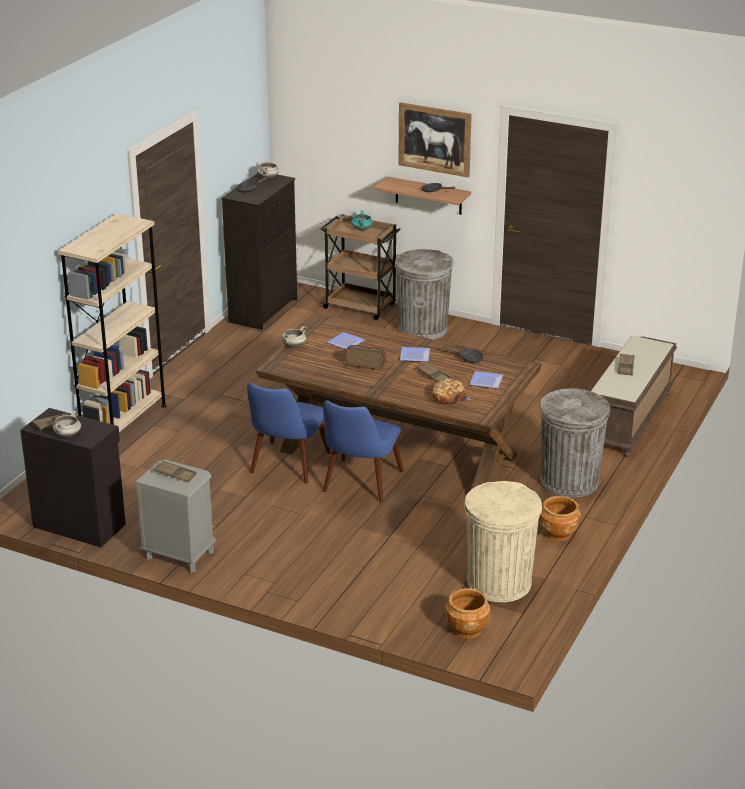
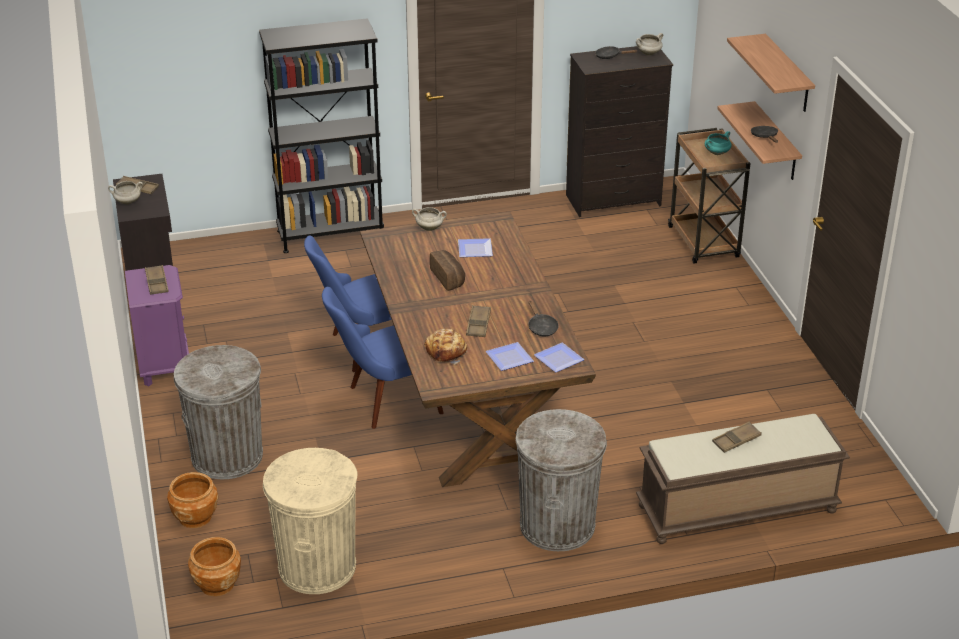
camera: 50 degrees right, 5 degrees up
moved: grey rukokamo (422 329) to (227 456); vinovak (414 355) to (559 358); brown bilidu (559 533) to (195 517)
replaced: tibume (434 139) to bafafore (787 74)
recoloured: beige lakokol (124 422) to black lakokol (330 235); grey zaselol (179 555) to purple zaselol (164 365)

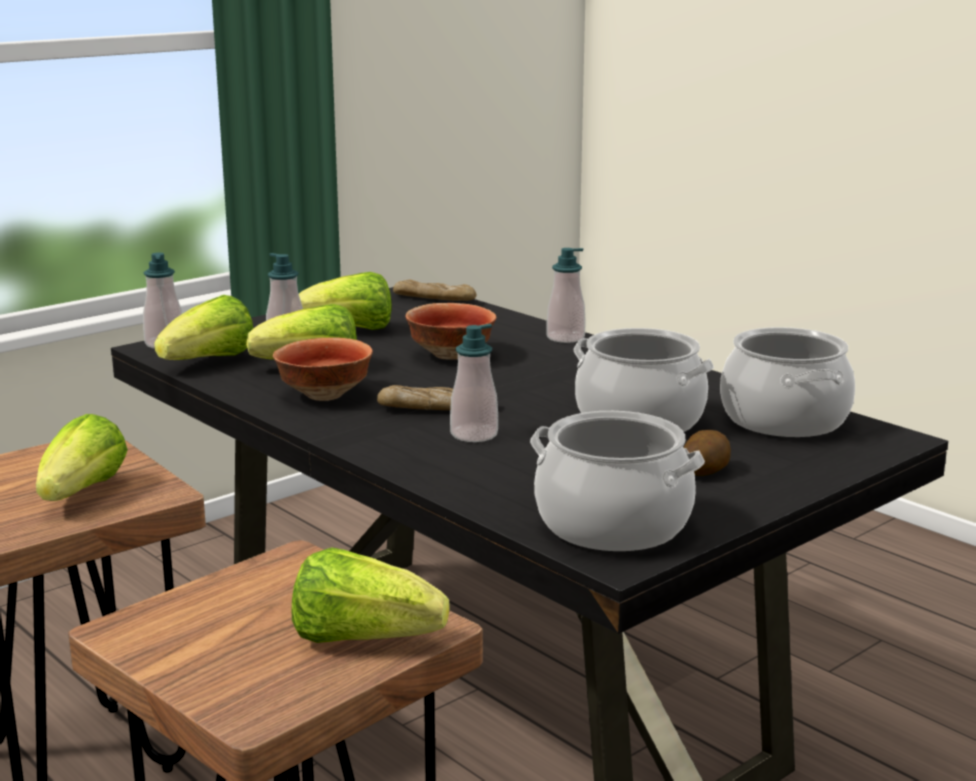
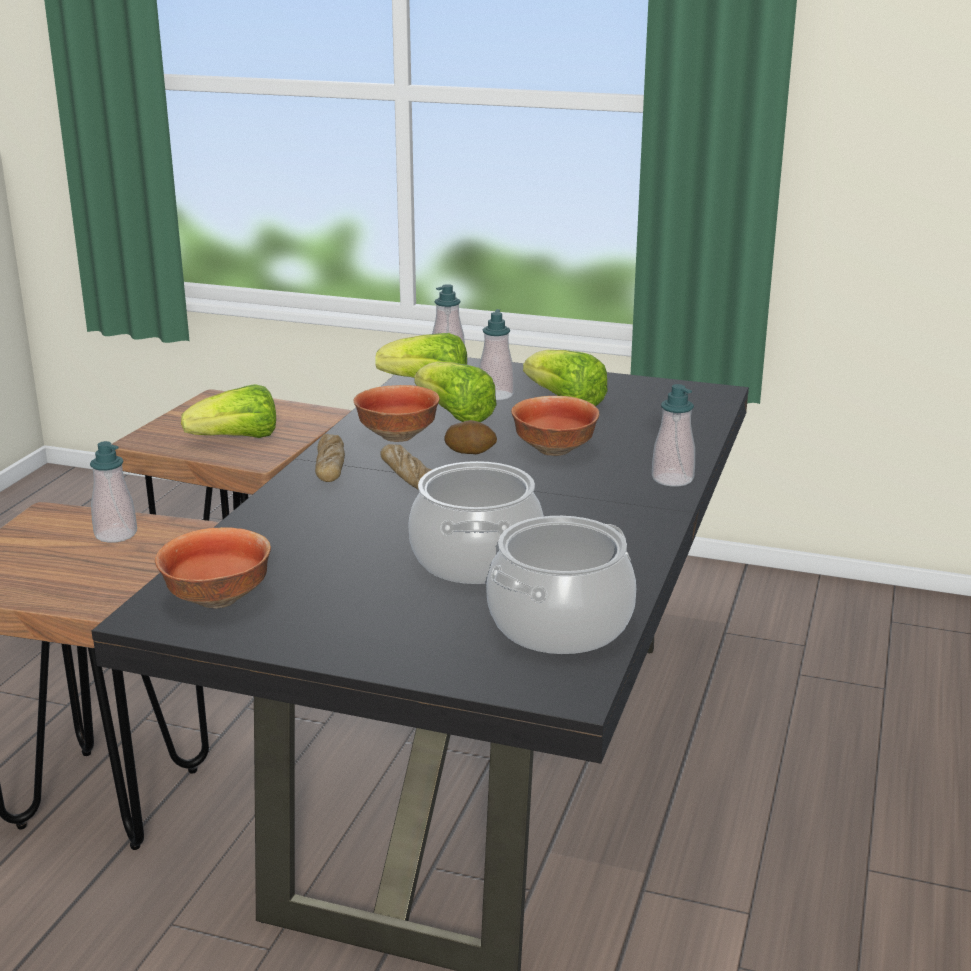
camera: 60 degrees right, 5 degrees up
removed: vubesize (363 638)
moved: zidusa (434 299) to (330 466); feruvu (474 435) to (116 534); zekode (704 470) to (470 451)
replaced: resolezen (614 524) to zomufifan (218 600)

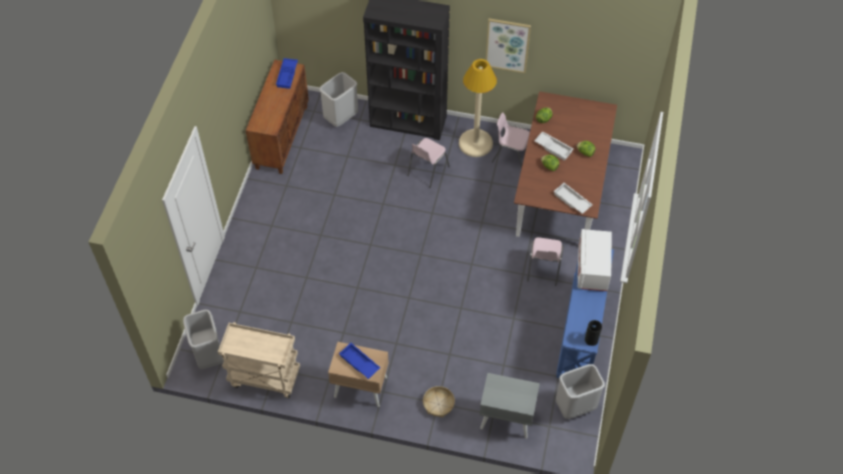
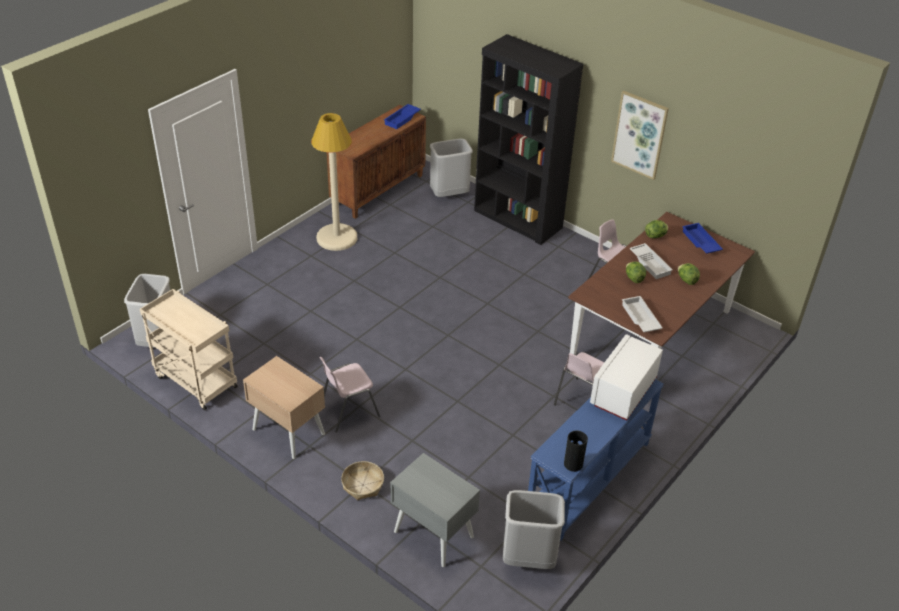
camera: 25 degrees right, 15 degrees down
moved: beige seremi (475 143) to (337 238); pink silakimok (427 171) to (348 411); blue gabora (359 363) to (700 242)

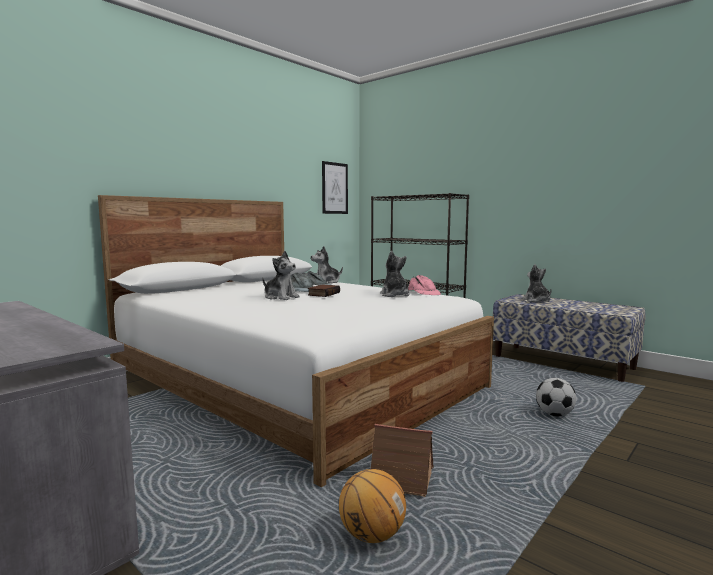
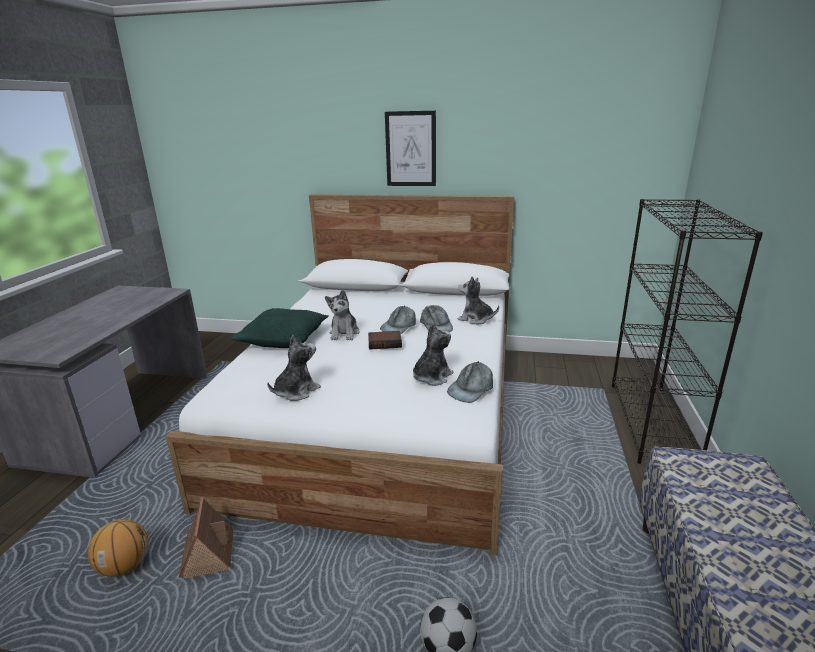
camera: 60 degrees right, 15 degrees up
added: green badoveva (284 339)
moved: tibume (334 188) to (410 149); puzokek (536 300) to (296 391)
recoloured: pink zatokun (423 292) to grey zatokun (471 388)

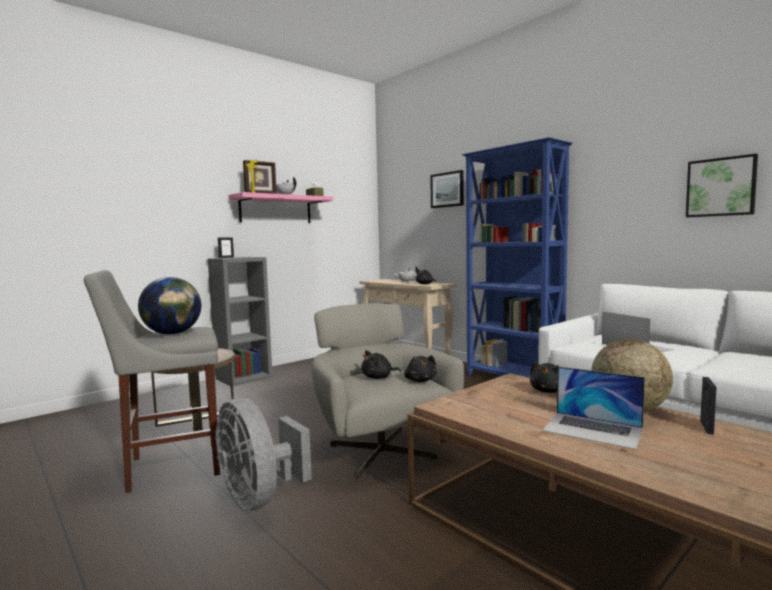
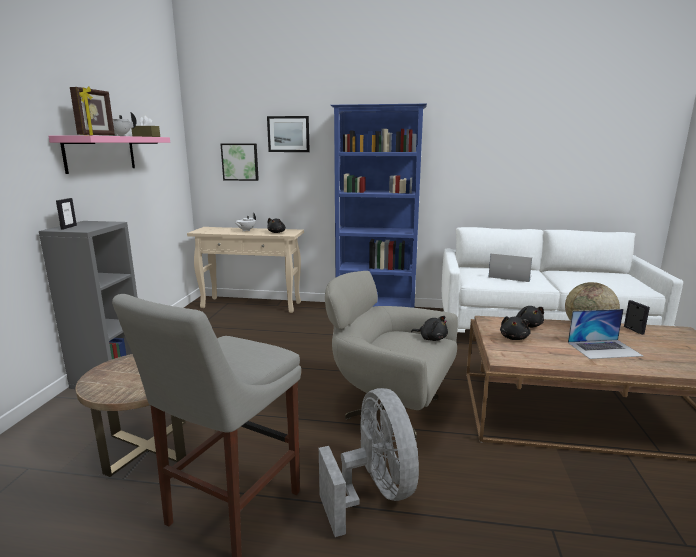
camera: 40 degrees left, 10 degrees up
removed: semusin (173 334)
moved: tibume (721 187) to (240 162); black puzokek (379 377) to (514 338)
turned: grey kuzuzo (259 497) = (374 492) 120 degrees counterclockwise

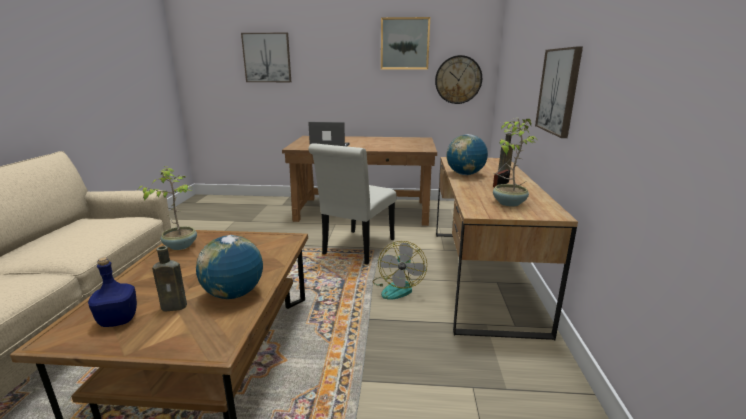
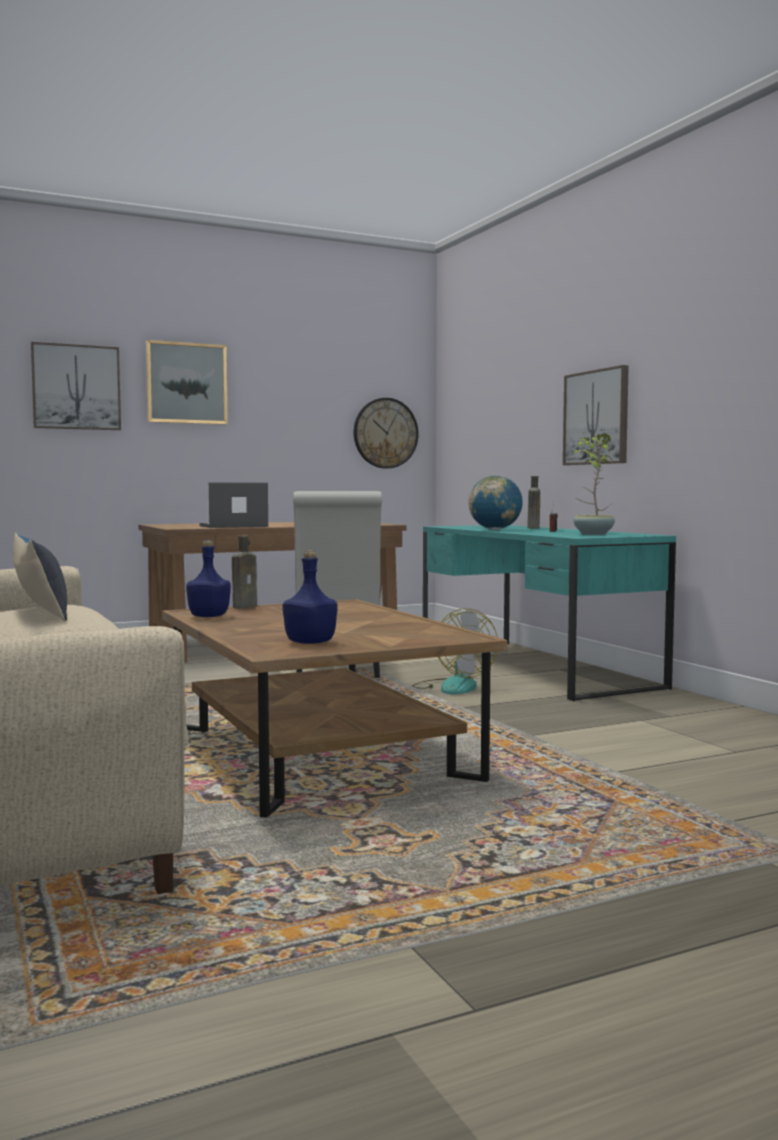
camera: 30 degrees left, 15 degrees down
removed: semusin (234 294)
added: badoveva (40 612)
moved: tibume (404 44) to (186 383); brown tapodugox (176 306) to (246 606)
replaced: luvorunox (180 245) to blue tapodugox (210 616)
recoloured: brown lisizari (481 274) to turquoise lisizari (533 667)

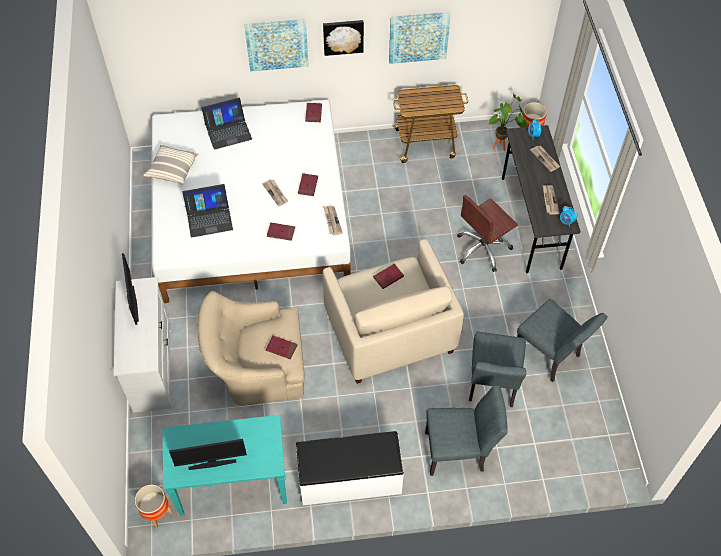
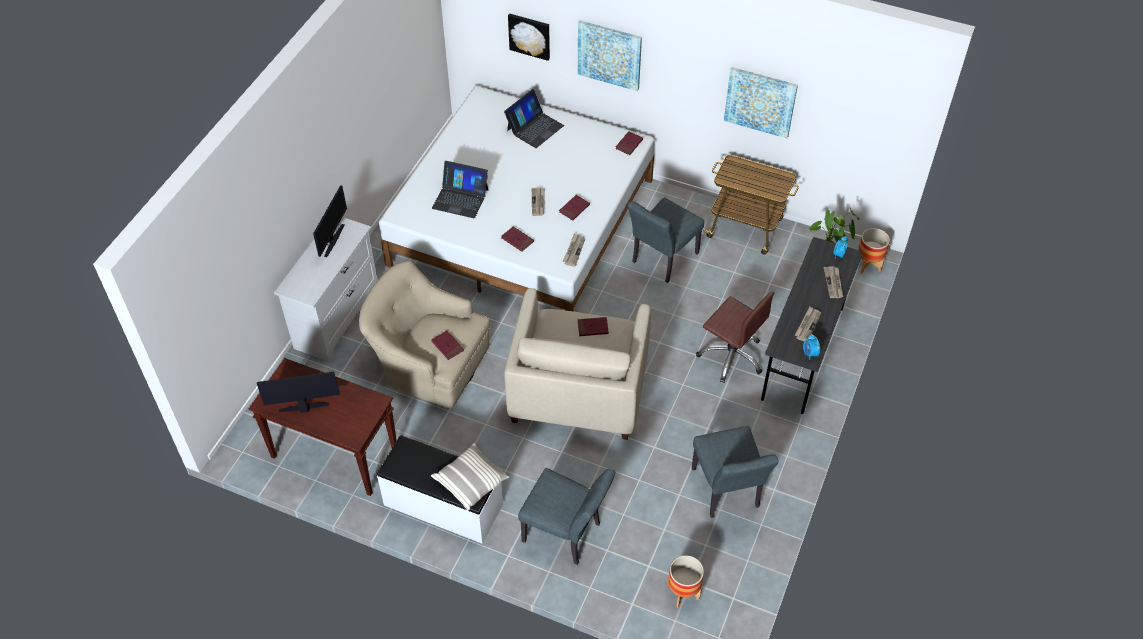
camera: 30 degrees right, 5 degrees down
moved: tibume (343 36) to (530 35); badoveva (172 169) to (471 481); grey silakimok (492 386) to (661 260); bilidu (157 514) to (683 593)
recoloured: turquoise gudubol (231 485) to brown gudubol (333 454)
turned: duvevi (228 131) = (534 128) 60 degrees counterclockwise; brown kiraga (483 249) = (731 356) 135 degrees counterclockwise; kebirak (212 463) = (304 408) 150 degrees clockwise

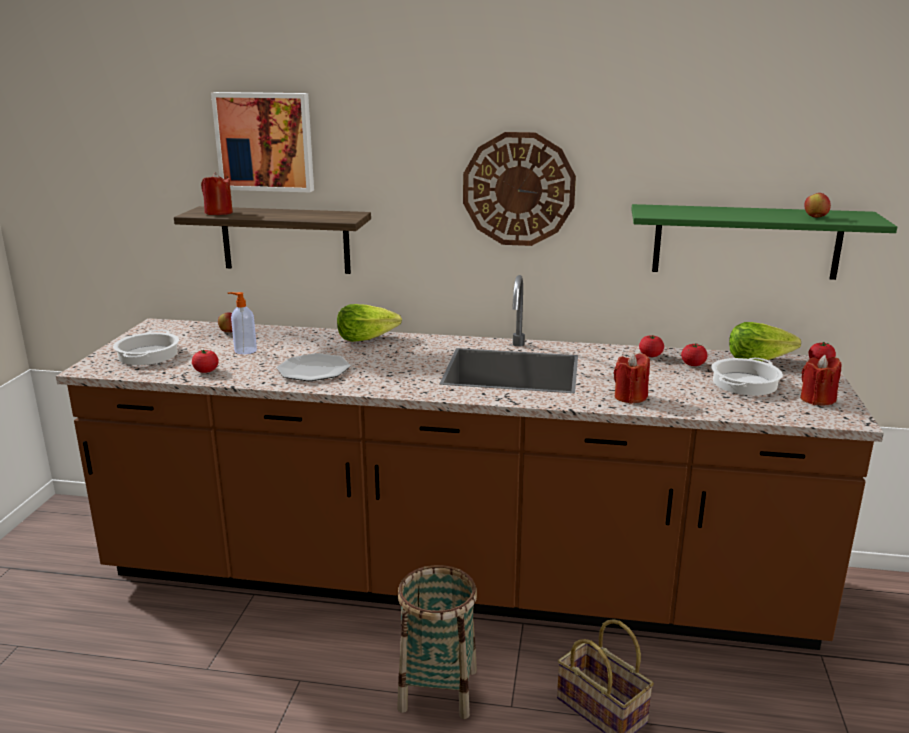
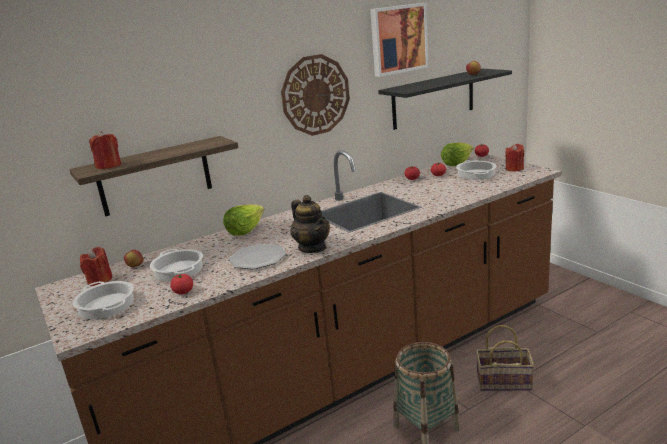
camera: 40 degrees left, 0 degrees up
added: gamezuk (312 248)
moved: tibume (265 141) to (398 39); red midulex (630 397) to (99 280)
replaced: feruvu (244 350) to resolezen (179 270)
recoloured: green bafafore (746 241) to black bafafore (433 99)

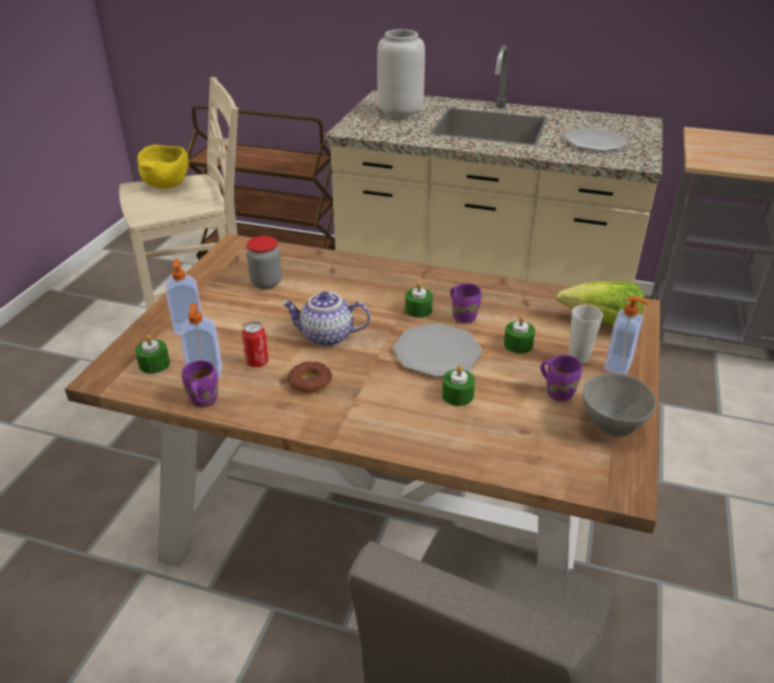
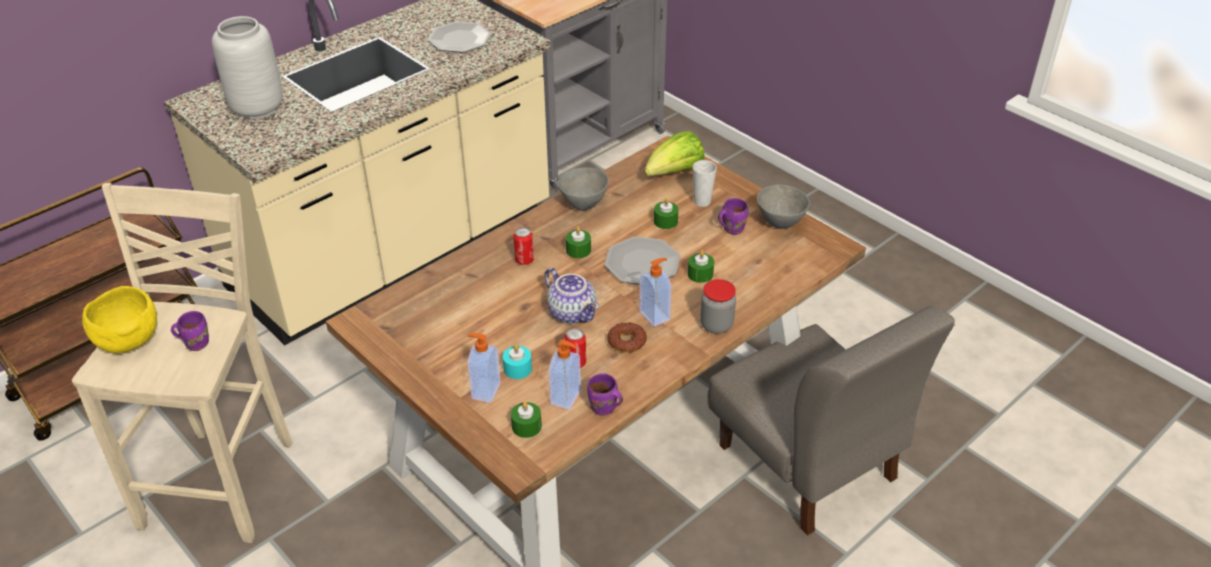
camera: 60 degrees left, 5 degrees up
added: grey zomufifan (583 204); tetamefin (524 260); turquoise midulex (517 368)
moved: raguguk (266 283) to (716 325); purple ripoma (464 316) to (196 343); feruvu (619 365) to (655 315)
turned: gamezuk (326 337) = (573 313) 75 degrees counterclockwise

